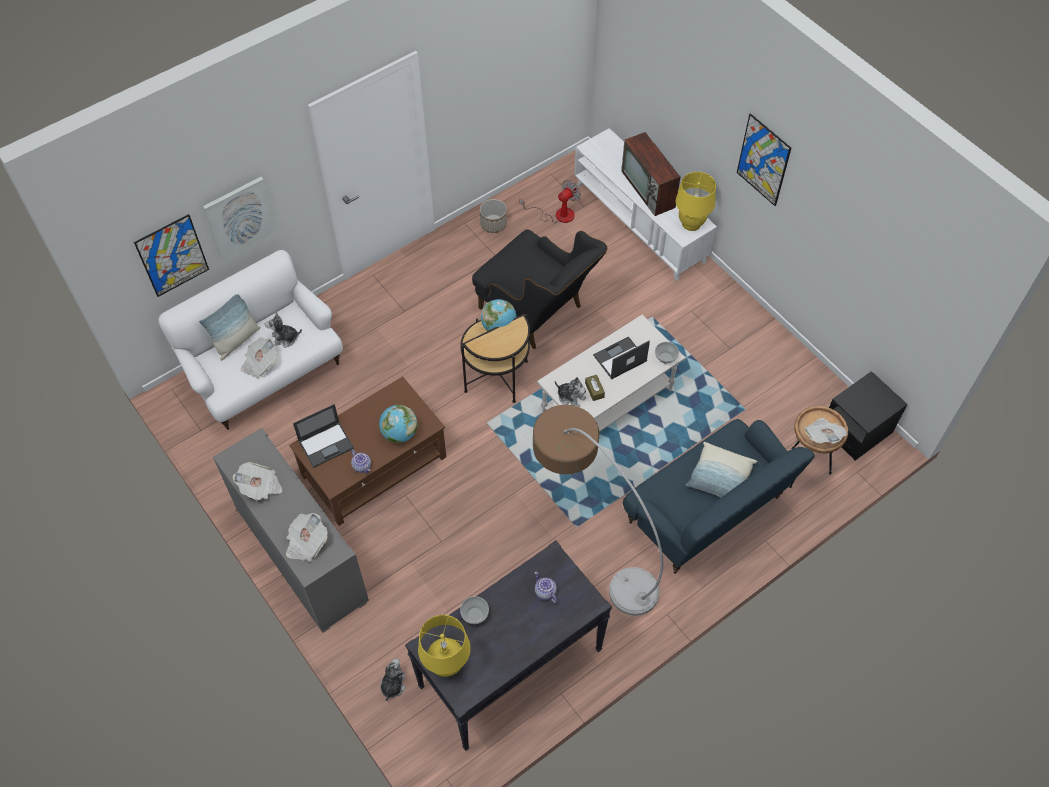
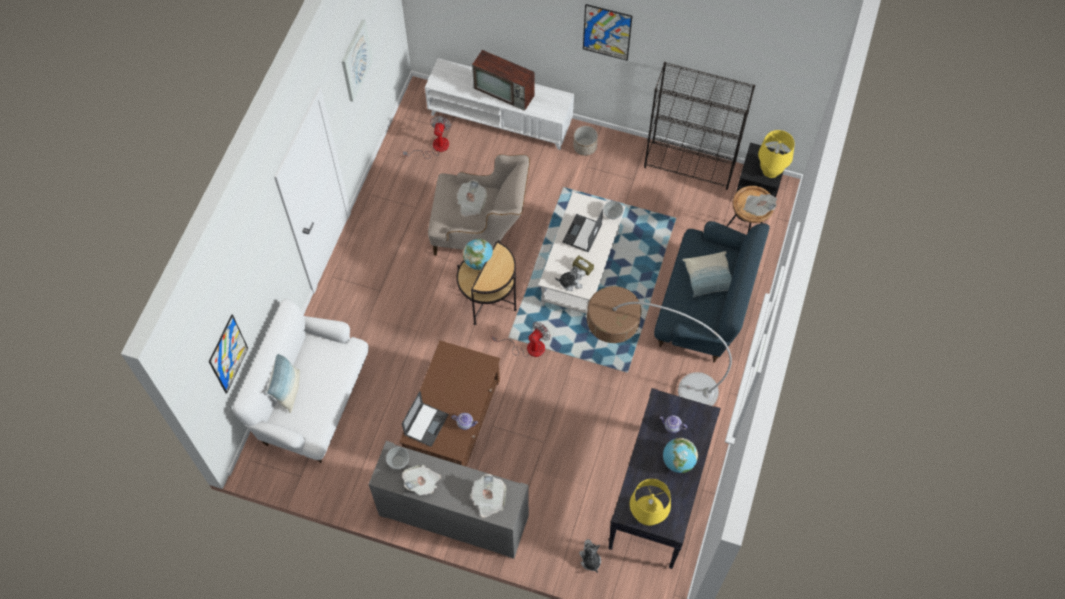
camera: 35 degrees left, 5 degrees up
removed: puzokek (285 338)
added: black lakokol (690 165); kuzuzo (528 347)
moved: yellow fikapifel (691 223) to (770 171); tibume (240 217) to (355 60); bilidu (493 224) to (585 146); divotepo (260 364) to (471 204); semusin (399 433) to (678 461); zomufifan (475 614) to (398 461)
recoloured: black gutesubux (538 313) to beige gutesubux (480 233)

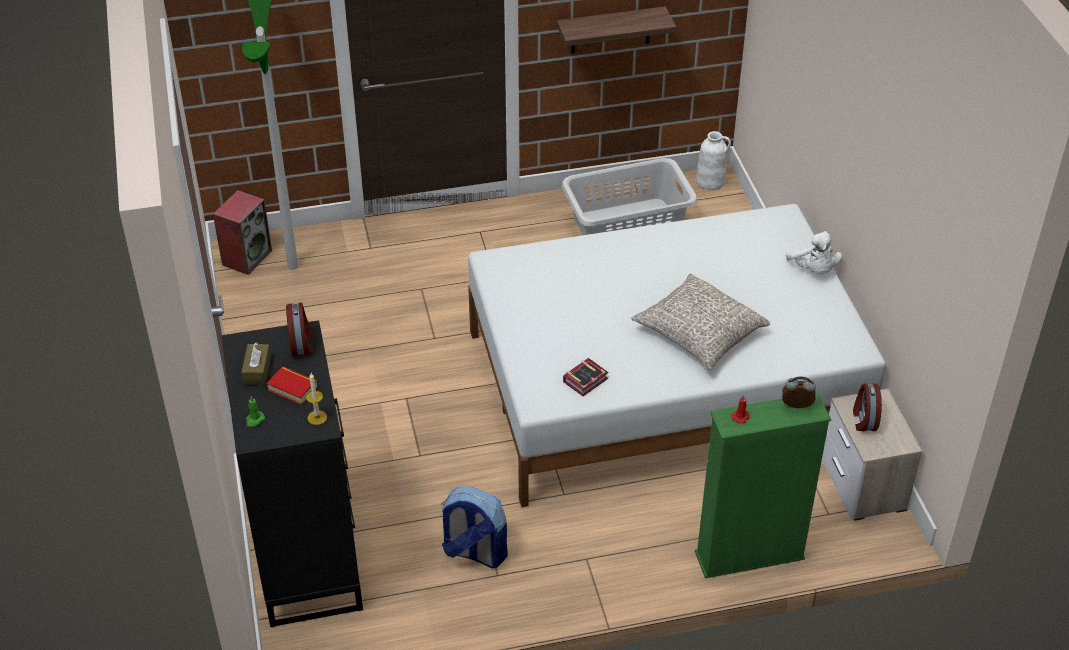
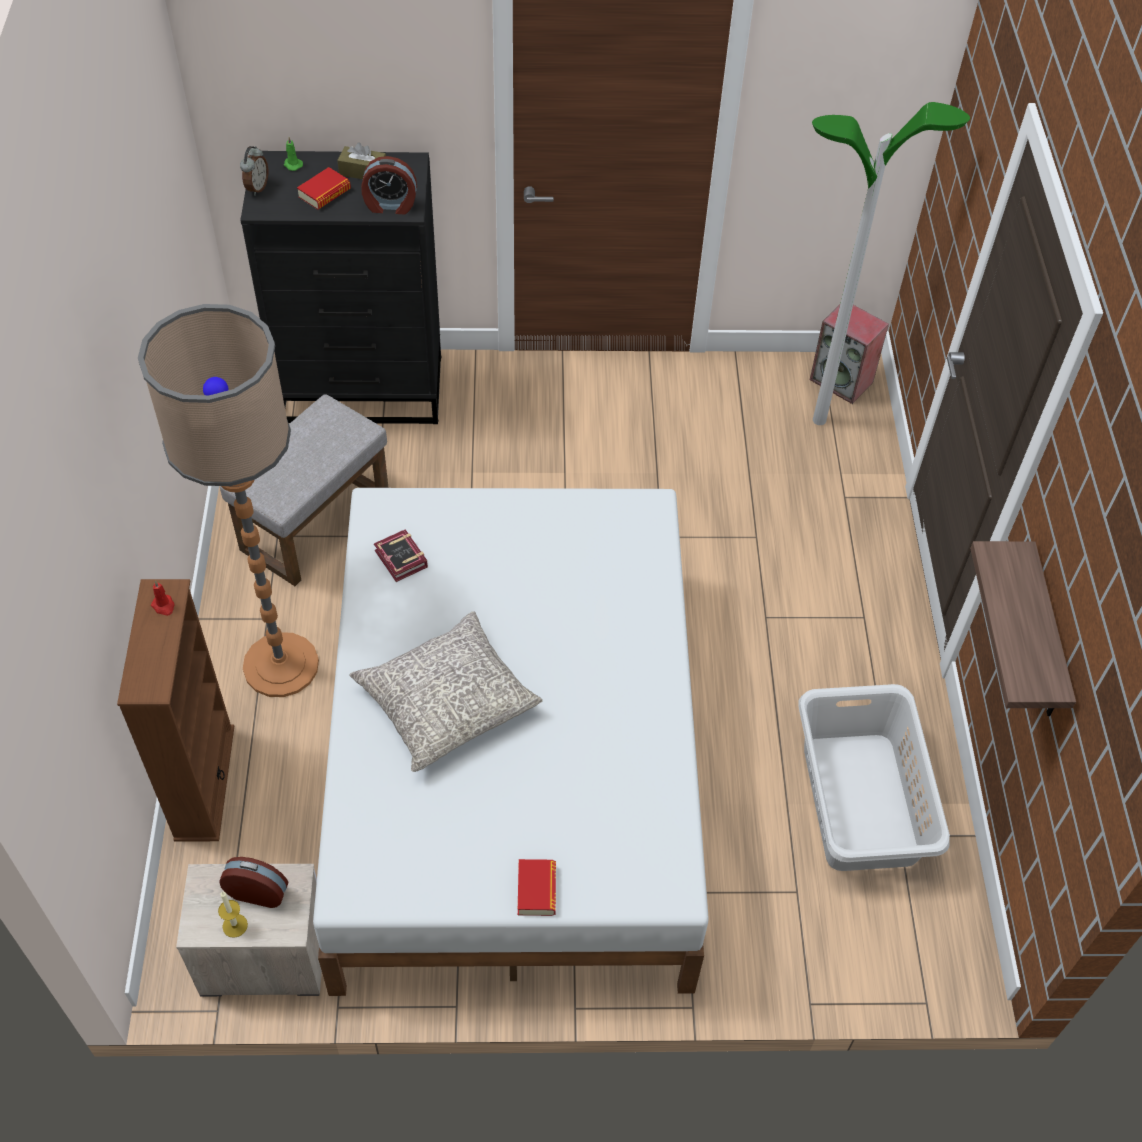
camera: 100 degrees right, 10 degrees up
removed: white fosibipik (711 181)
added: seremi (281 665)
moved: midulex (317 417) to (235 925); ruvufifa (796 407) to (256 188)
replaced: white puzokek (814 270) to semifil (536 890); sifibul (474 552) to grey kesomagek (315 521)
recoloured: green lakokol (749 556) to brown lakokol (204 782)

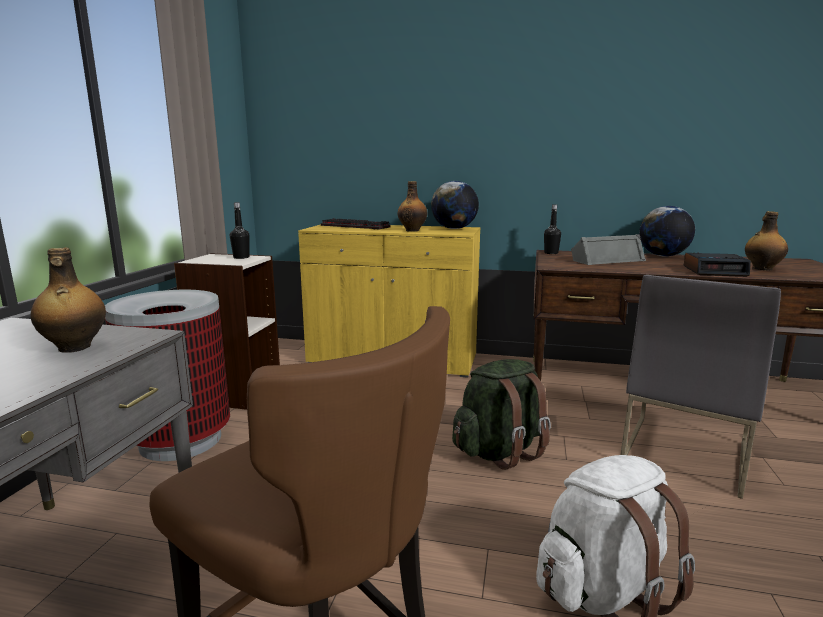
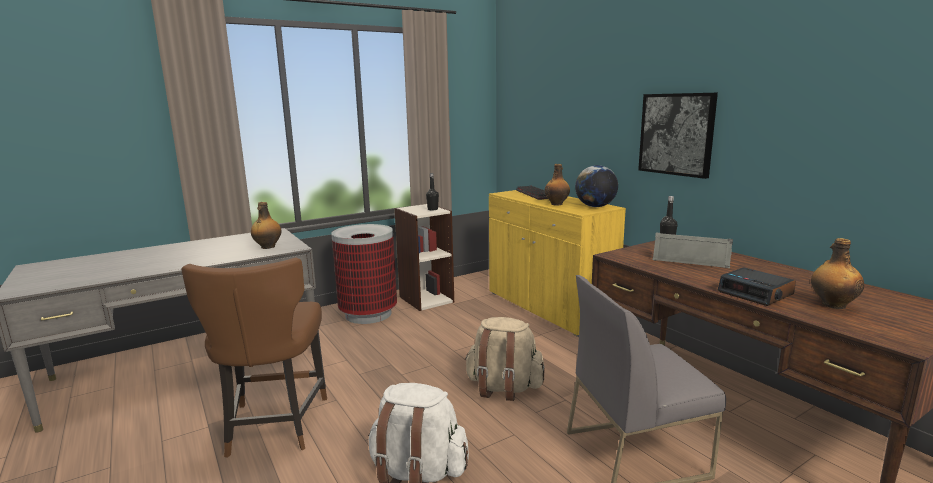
camera: 45 degrees right, 0 degrees up
removed: semusin (663 256)
added: tibume (676 134)
recoloured: green sifibul (500 451) to beige sifibul (503 388)

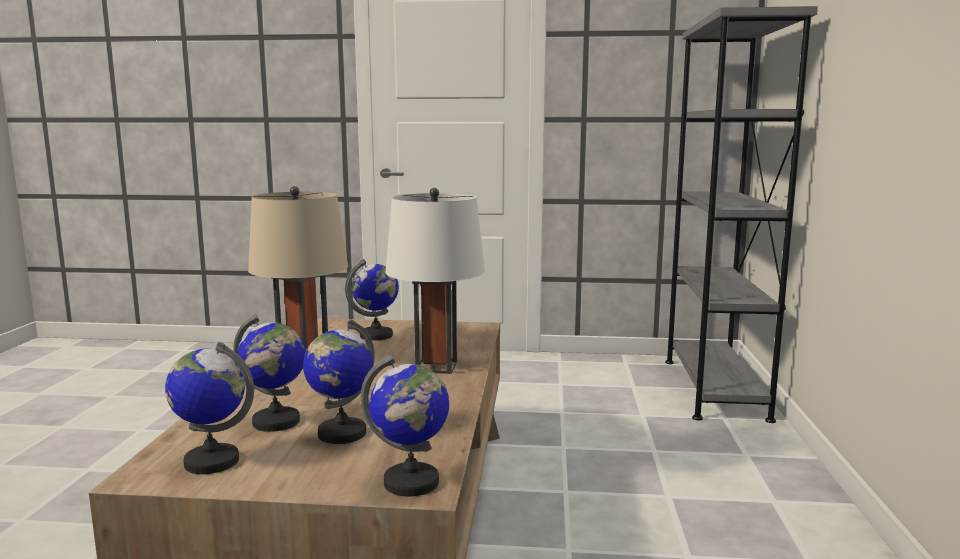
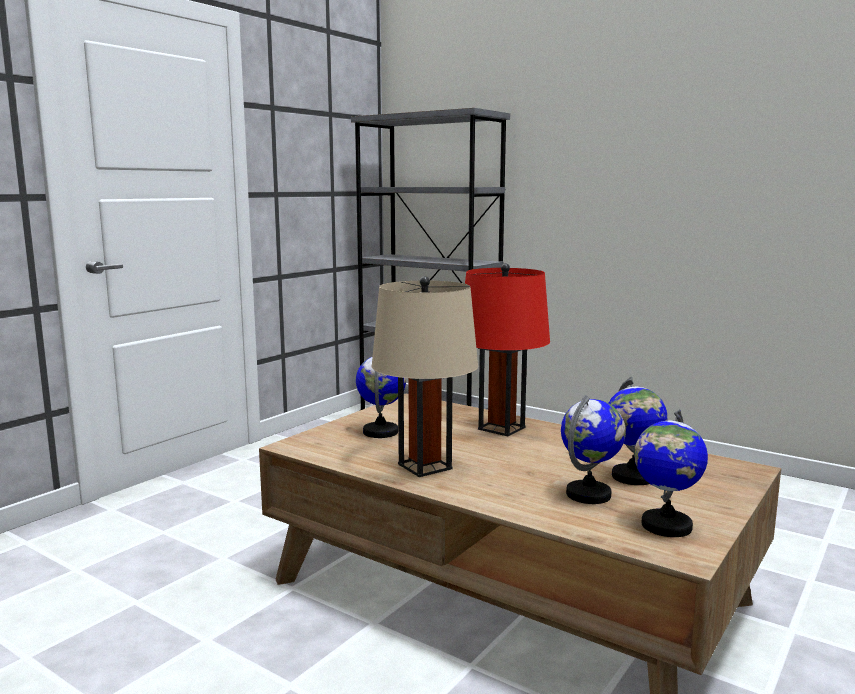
camera: 60 degrees left, 0 degrees up
removed: semusin (411 483)
recoloured: white fikapifel (436 366) to red fikapifel (501 428)

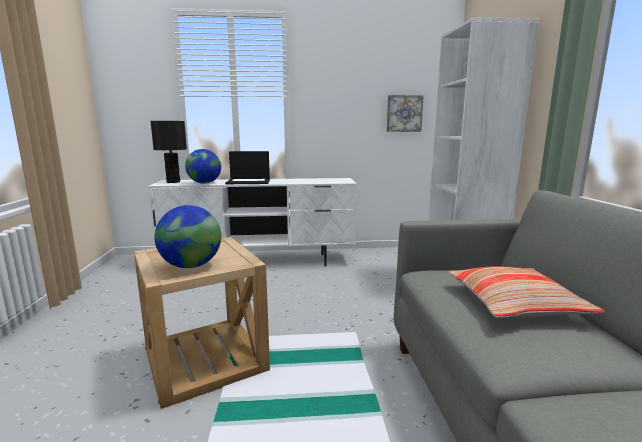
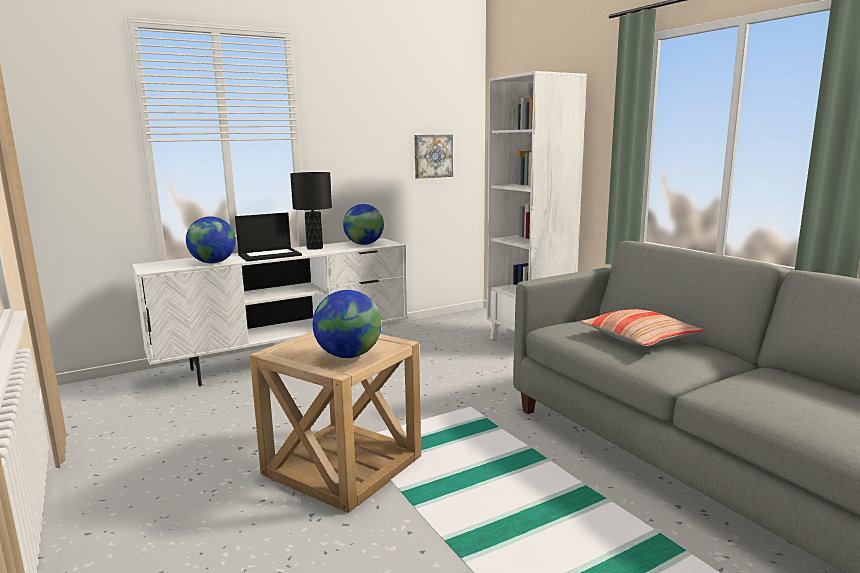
camera: 25 degrees left, 0 degrees up
added: semusin (364 244)
moved: black fikapifel (173 182) to (314 248)

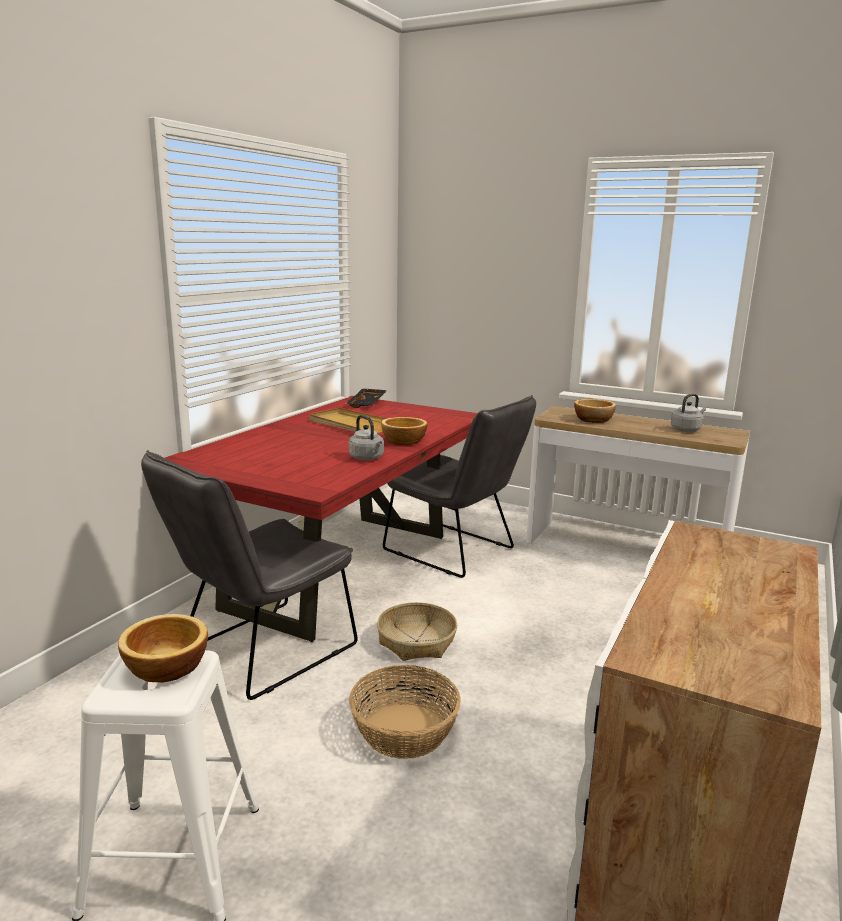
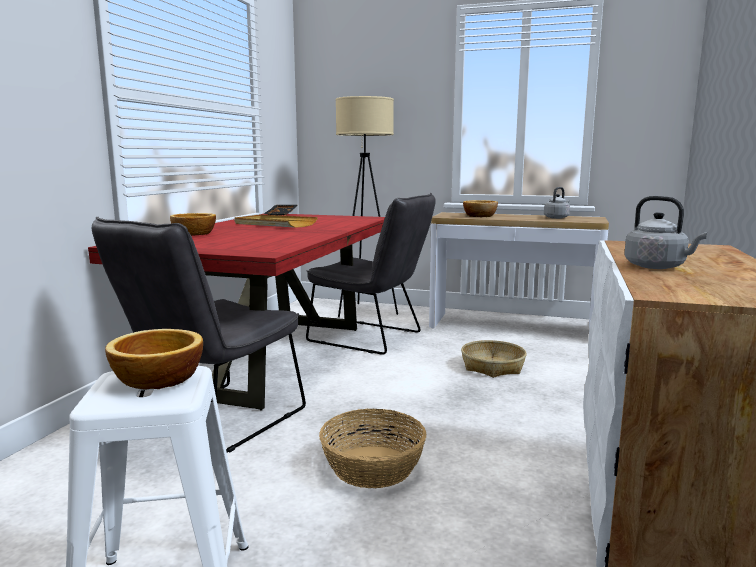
camera: 10 degrees left, 5 degrees down
added: beige seremi (365 311)
moved: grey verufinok (367 458) to (657 267); zomufifan (403 441) to (193 234); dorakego (416 641) to (492 367)

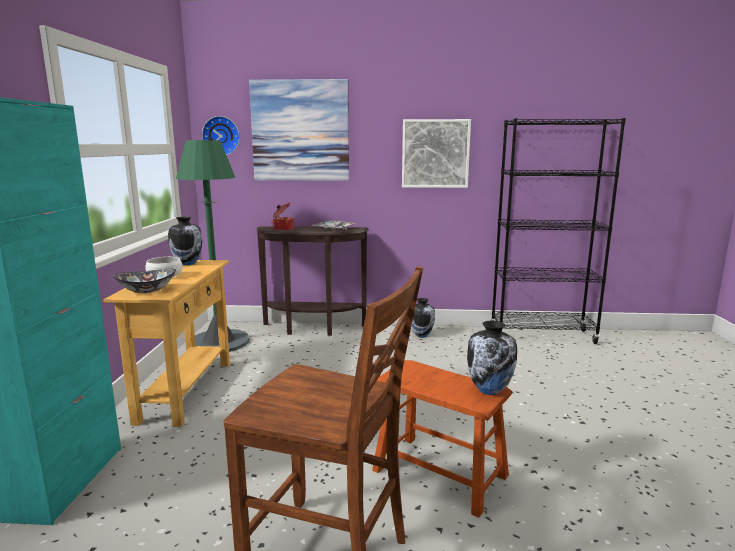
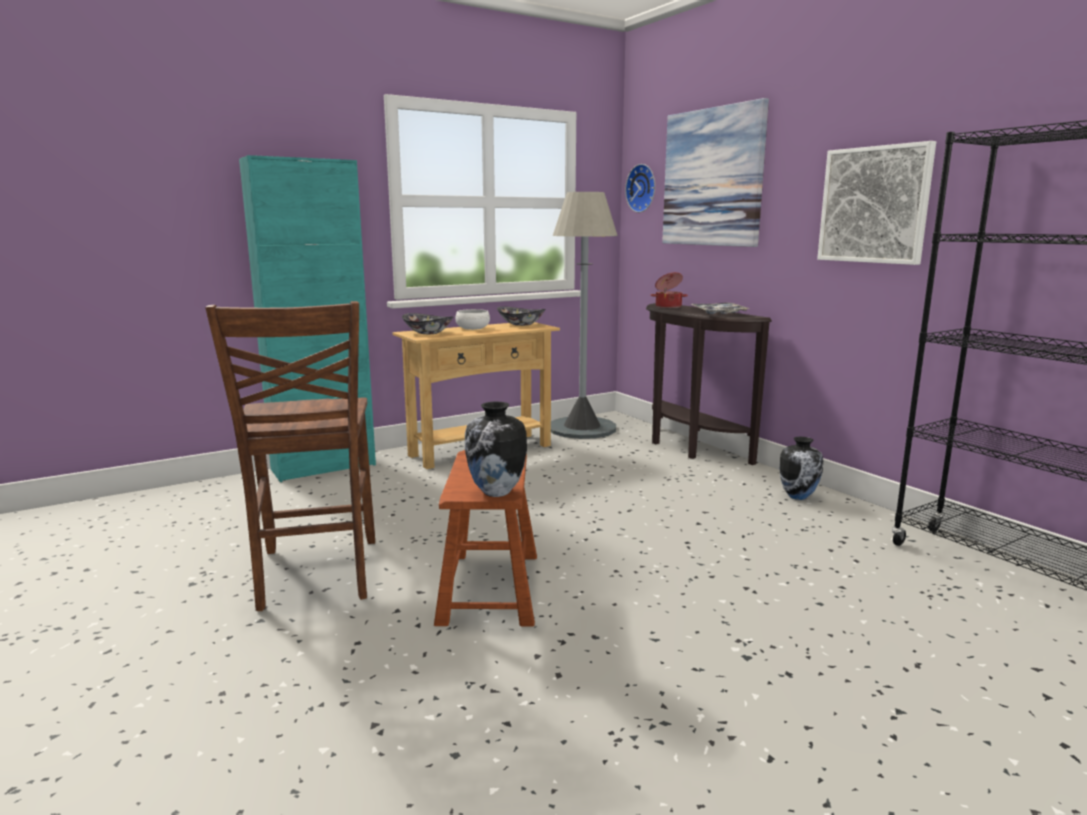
camera: 55 degrees right, 0 degrees up
replaced: fosibipik (188 264) to zomufifan (521 324)
recoloured: green seremi (218 342) to grey seremi (581 428)

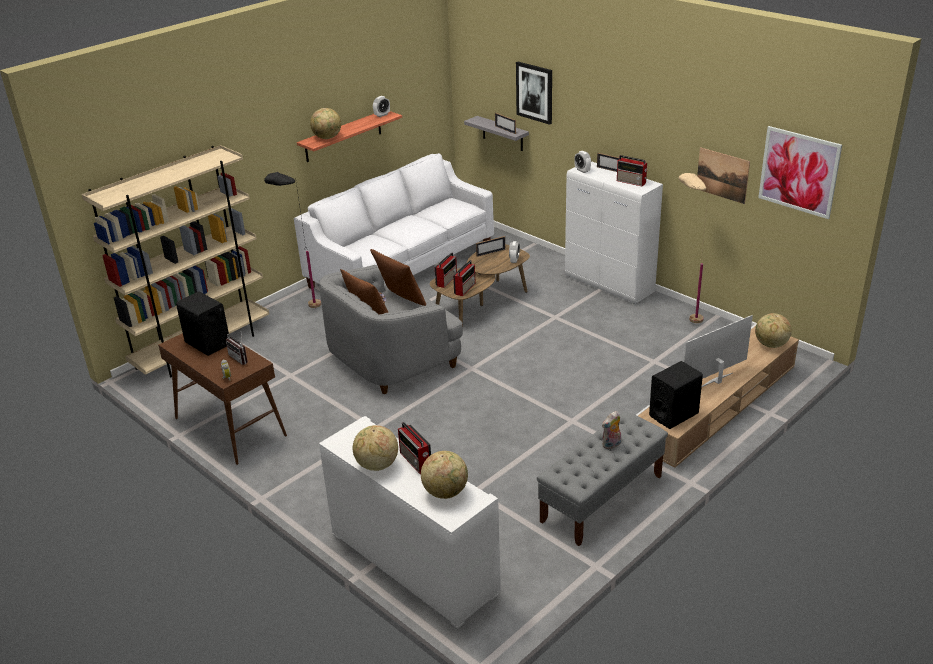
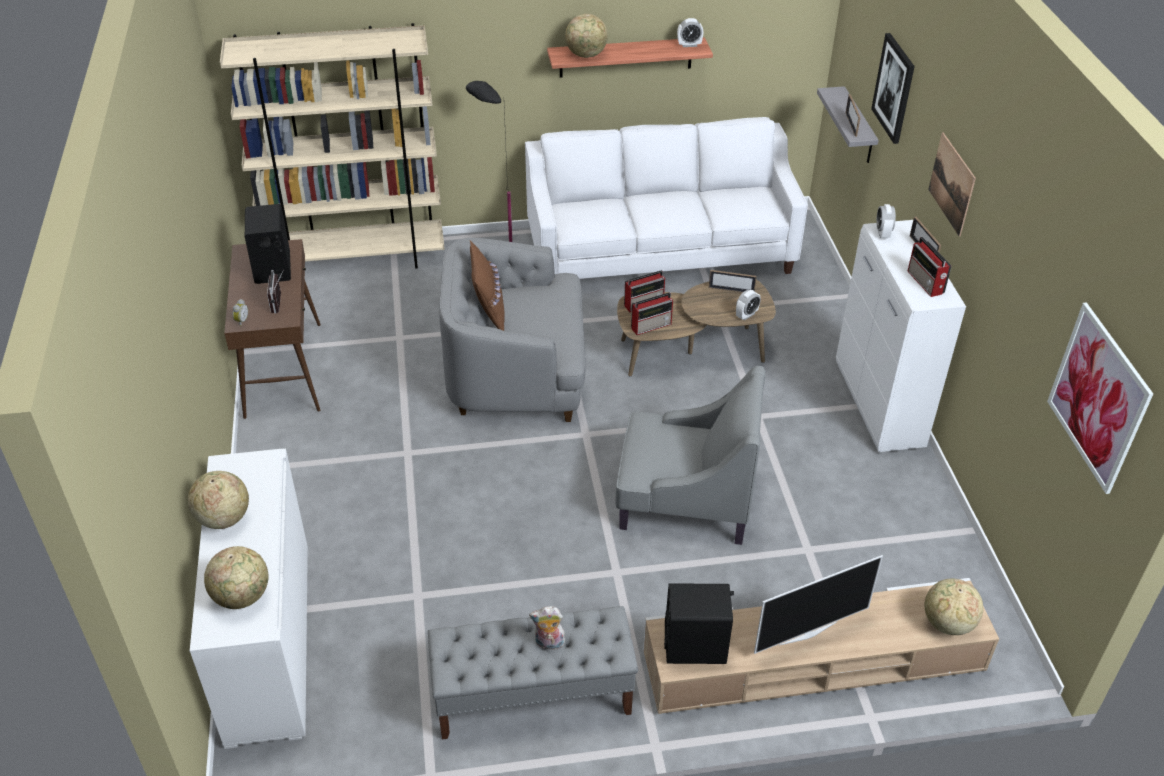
camera: 35 degrees right, 10 degrees up
removed: beige seremi (685 319); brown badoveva (401 299); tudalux (416 461)
added: grey gutesubux (683 498)
moved: tibume (722 175) to (951 184)
turned: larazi (716 381) = (807 632) 150 degrees clockwise

